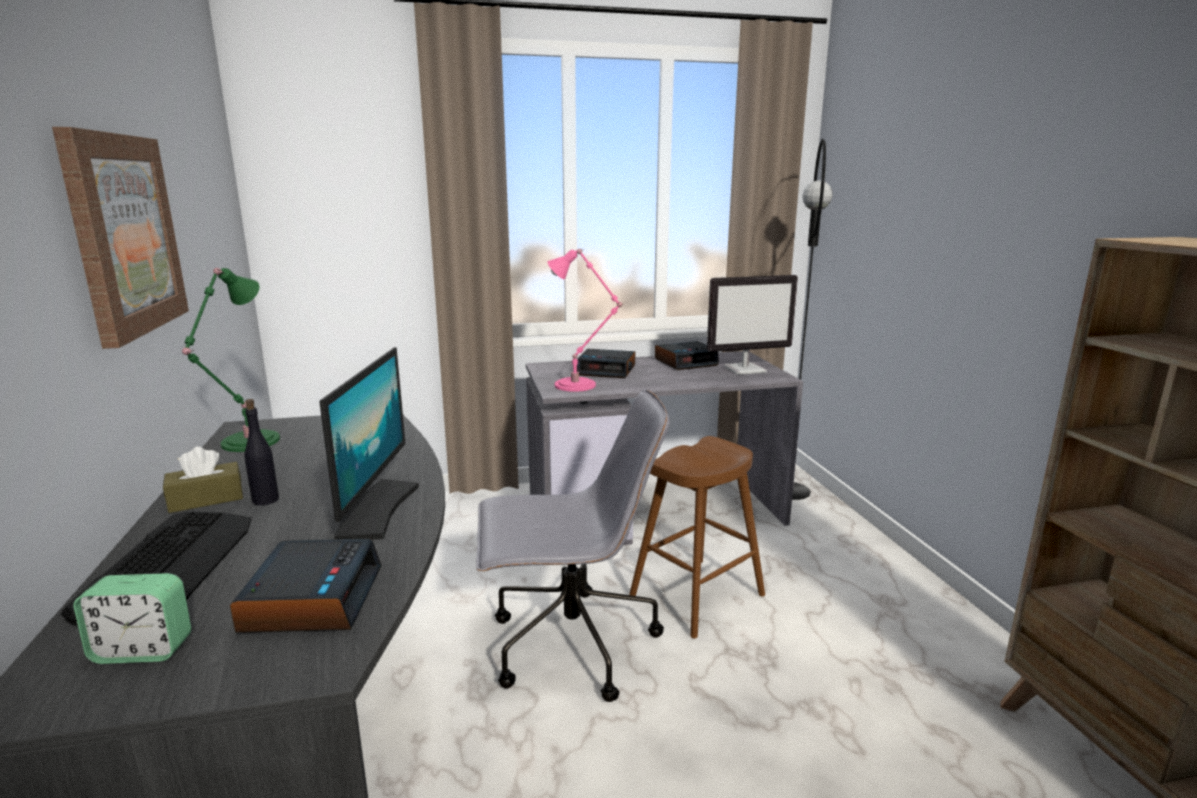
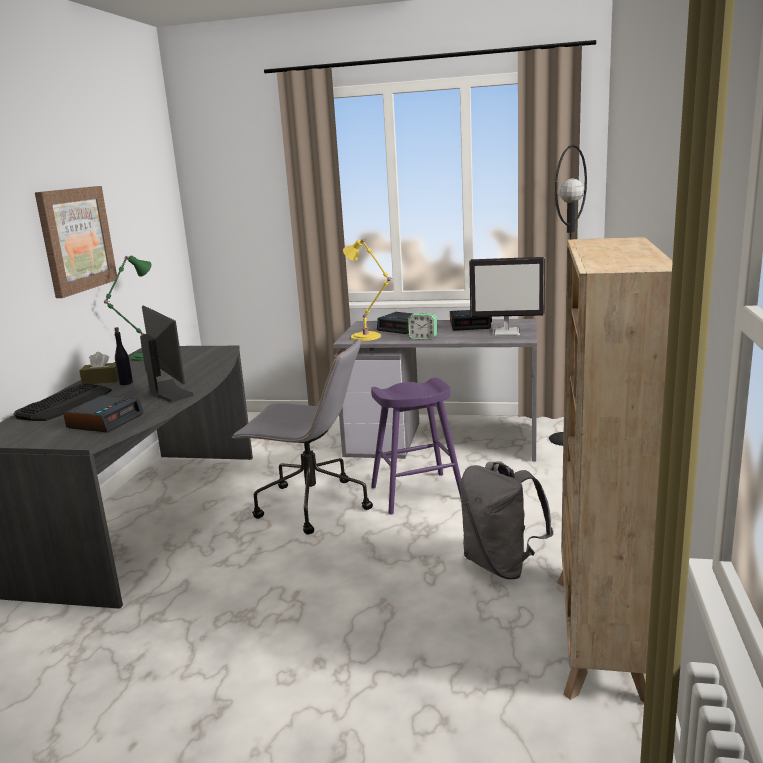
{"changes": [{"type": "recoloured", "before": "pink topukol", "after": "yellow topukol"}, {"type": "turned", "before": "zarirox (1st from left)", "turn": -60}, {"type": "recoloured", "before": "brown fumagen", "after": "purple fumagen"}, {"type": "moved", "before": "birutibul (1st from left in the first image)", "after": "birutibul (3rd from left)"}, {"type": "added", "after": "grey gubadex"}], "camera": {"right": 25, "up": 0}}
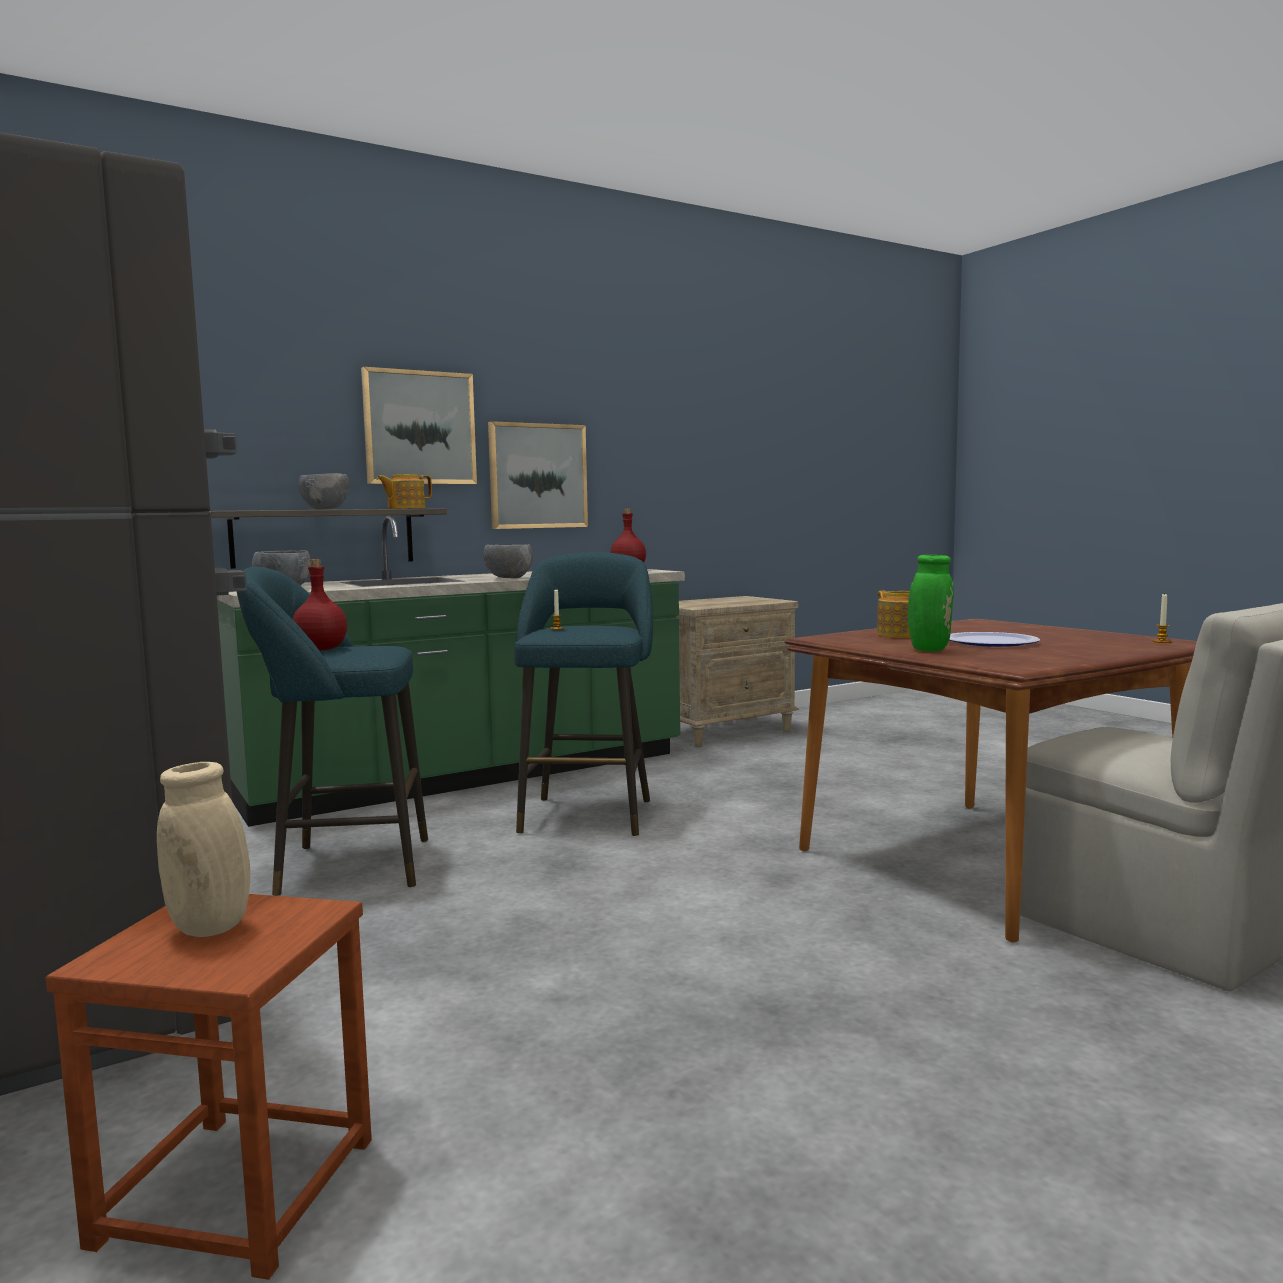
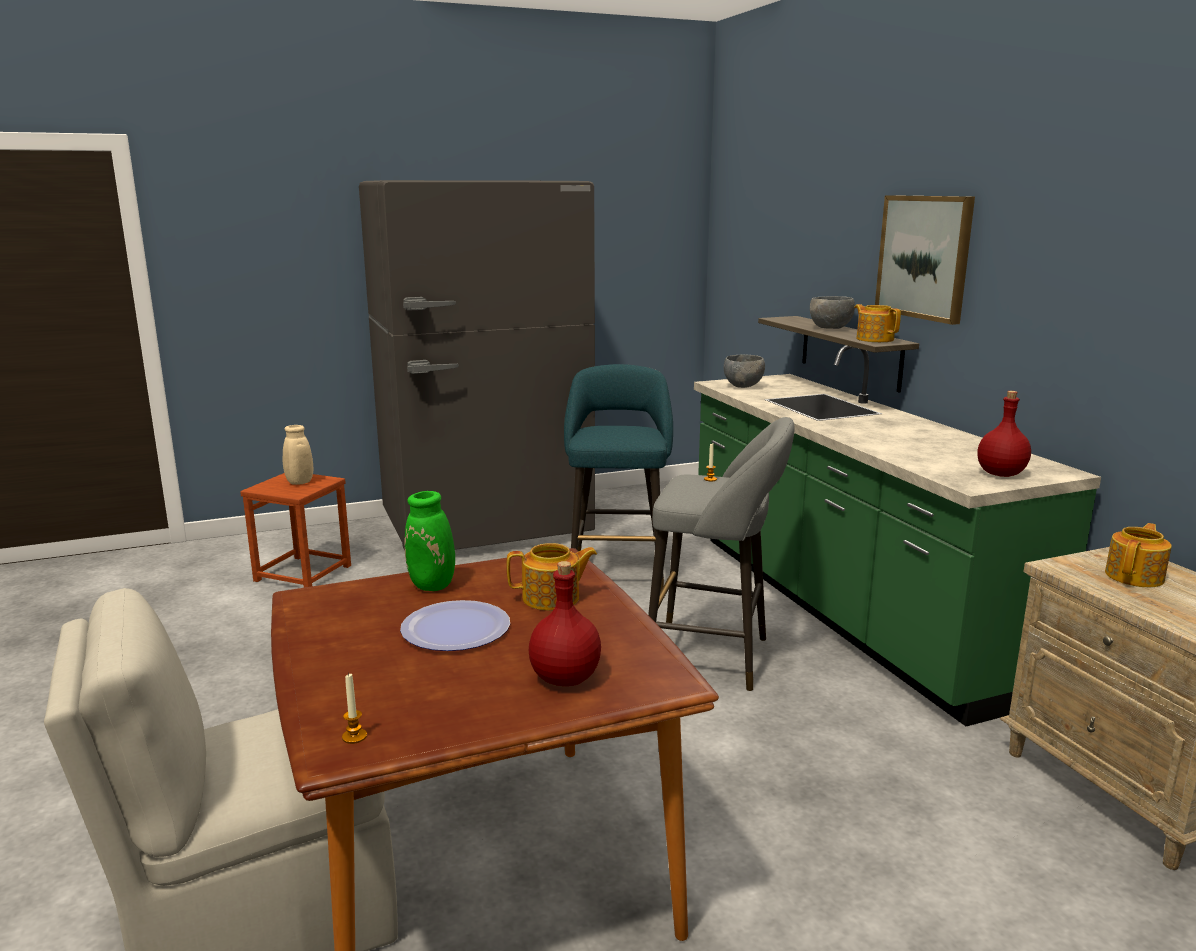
{"changes": [{"type": "removed", "before": "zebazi (2nd from left)"}, {"type": "removed", "before": "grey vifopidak (3rd from left)"}, {"type": "recoloured", "before": "turquoise fumagen (2nd from left)", "after": "grey fumagen"}, {"type": "moved", "before": "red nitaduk (1st from left)"}, {"type": "added", "after": "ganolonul (3rd from left)"}], "camera": {"right": 100, "up": 10}}
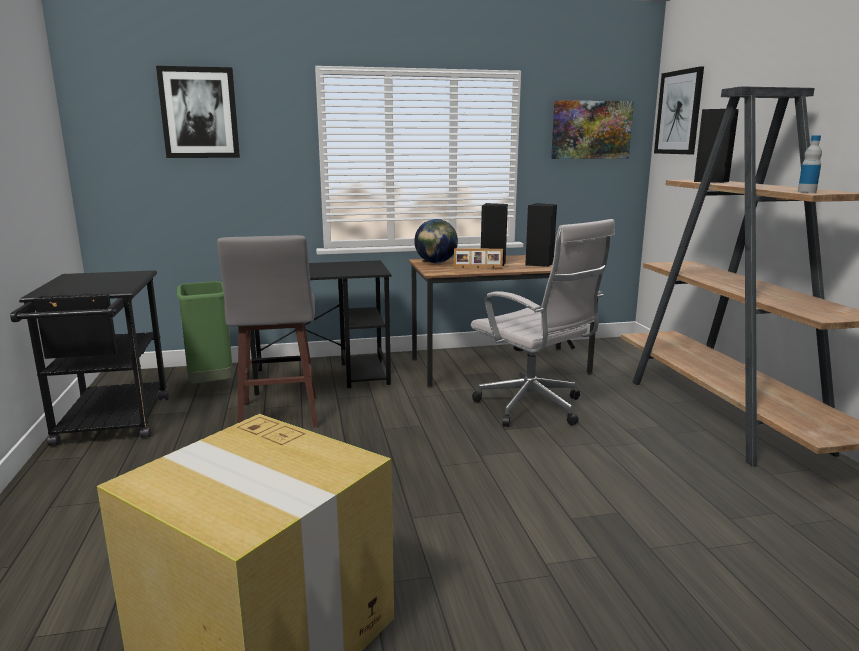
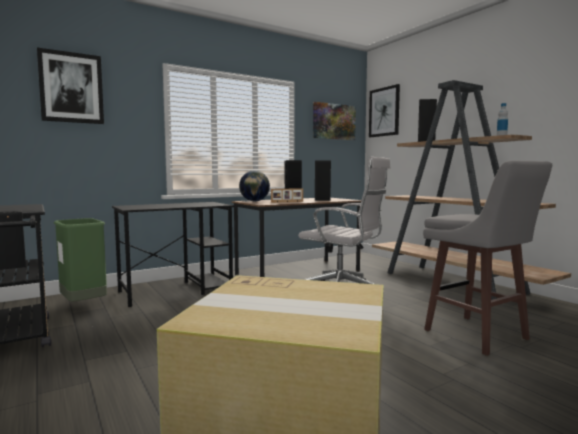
{"changes": [{"type": "moved", "before": "grey fumagen"}], "camera": {"right": -20, "up": -10}}
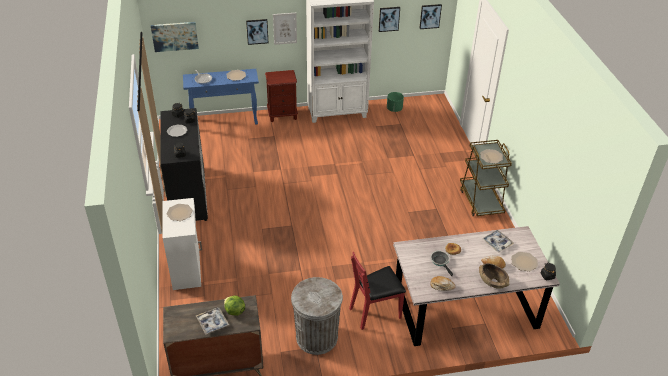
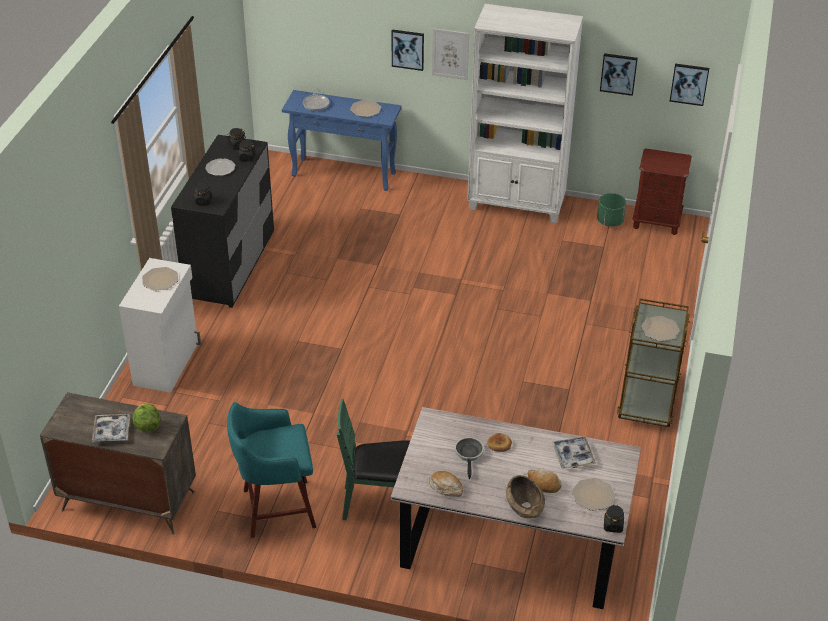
{"changes": [{"type": "removed", "before": "zebazi (1st from left)"}, {"type": "moved", "before": "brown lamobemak"}, {"type": "recoloured", "before": "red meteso", "after": "green meteso"}, {"type": "replaced", "before": "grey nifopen", "after": "turquoise fumagen"}], "camera": {"right": 25, "up": 0}}
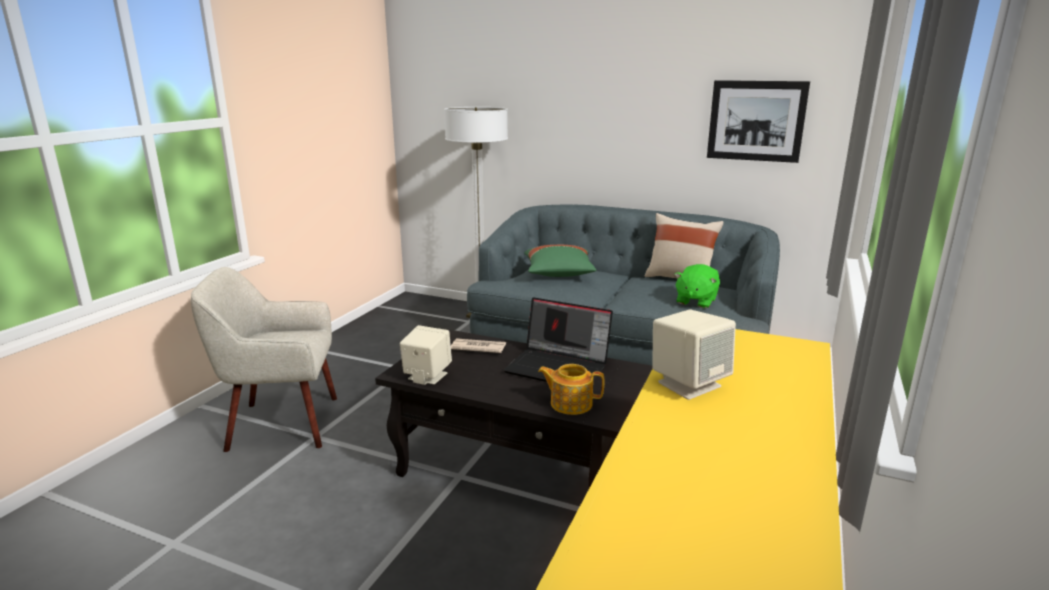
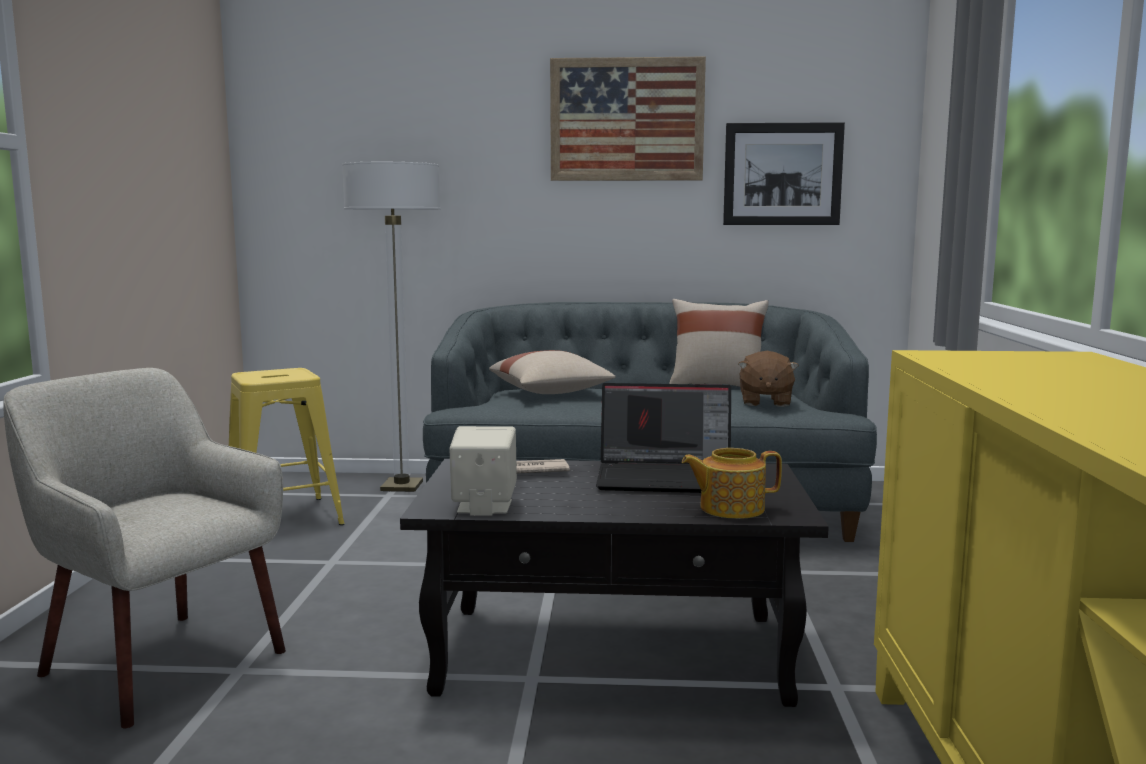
{"changes": [{"type": "recoloured", "before": "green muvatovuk", "after": "beige muvatovuk (1st from left)"}, {"type": "recoloured", "before": "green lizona", "after": "brown lizona"}, {"type": "turned", "before": "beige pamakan", "turn": 60}, {"type": "removed", "before": "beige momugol (2nd from left)"}, {"type": "added", "after": "zebazi (1st from left)"}, {"type": "added", "after": "yellow fumagen"}], "camera": {"right": -20, "up": -10}}
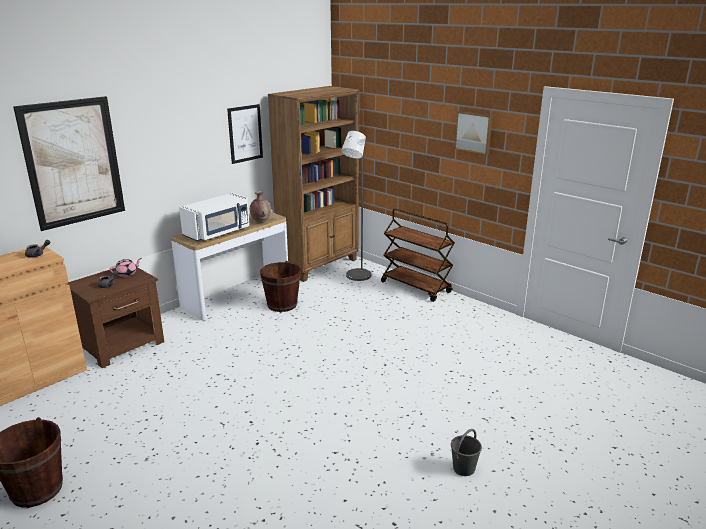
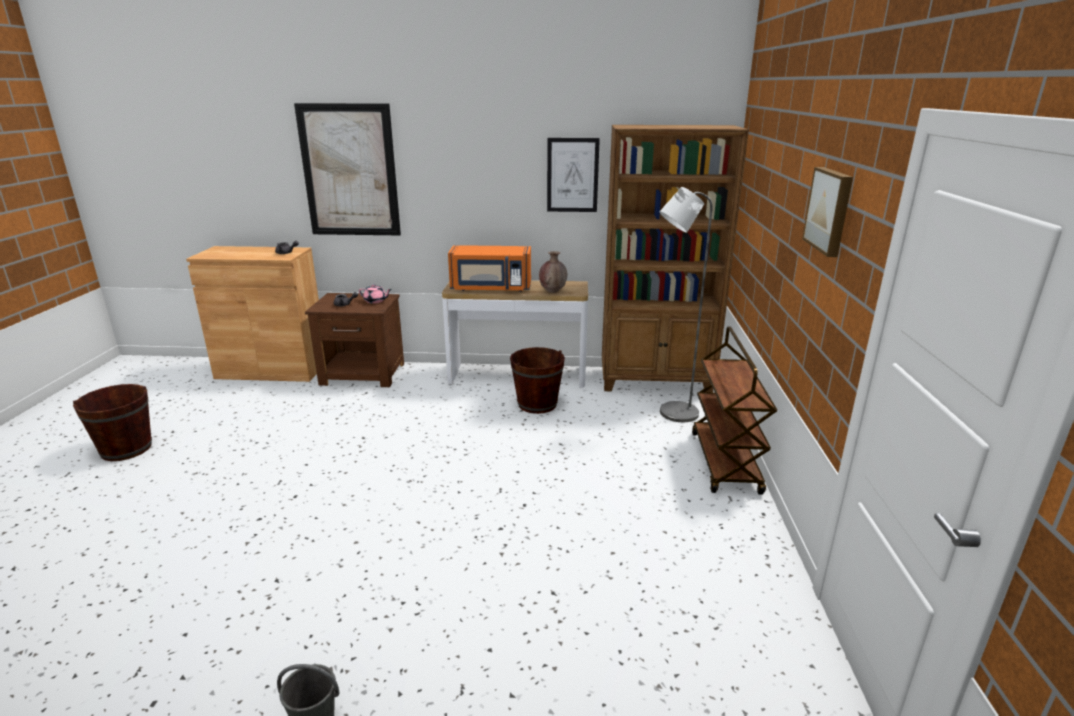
{"changes": [{"type": "recoloured", "before": "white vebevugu", "after": "orange vebevugu"}], "camera": {"right": 50, "up": 0}}
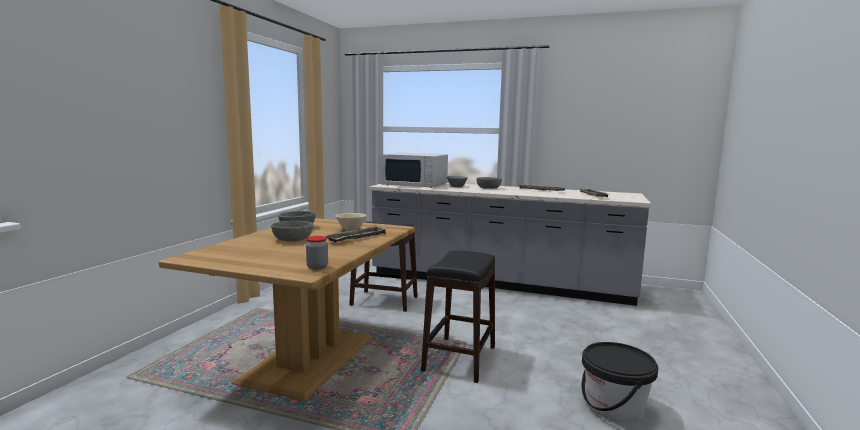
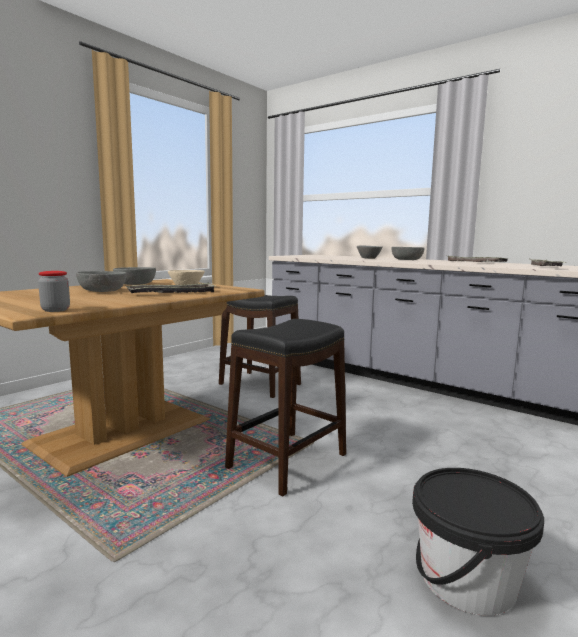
{"changes": [{"type": "removed", "before": "white vebevugu"}], "camera": {"right": 20, "up": 0}}
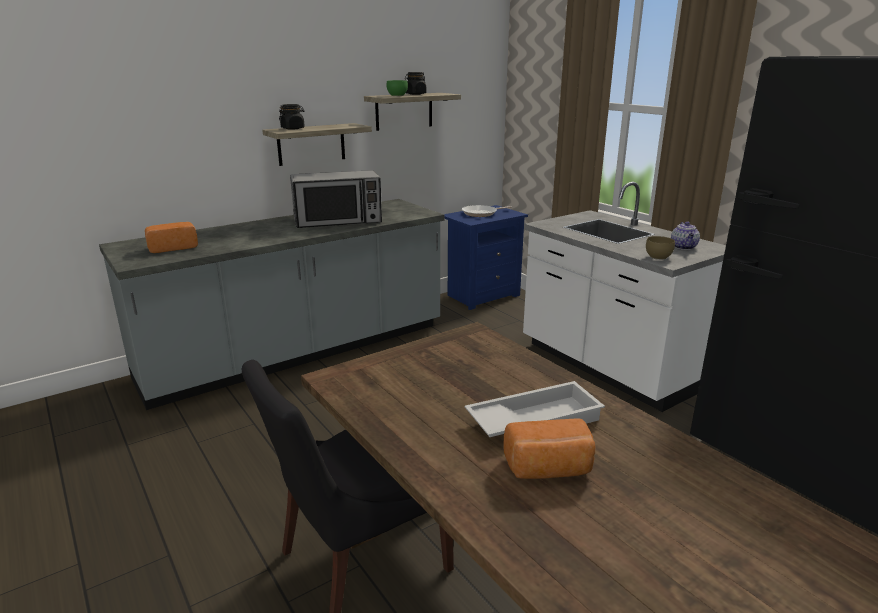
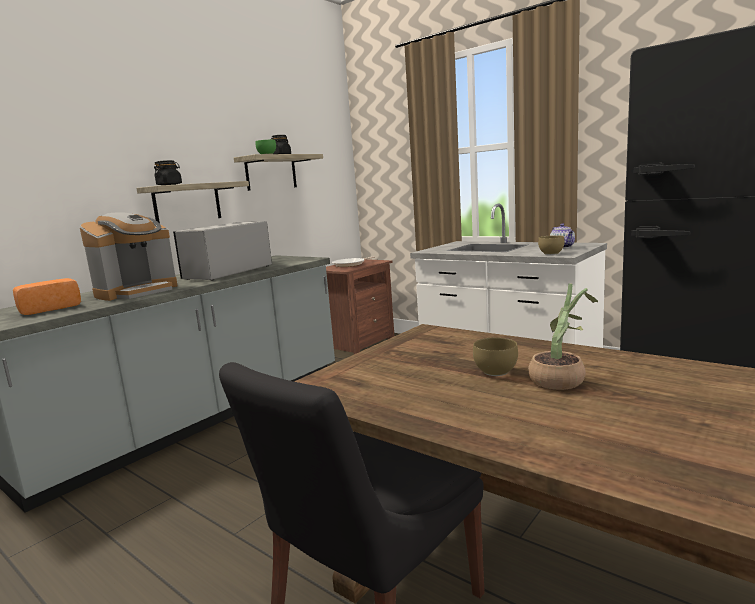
{"changes": [{"type": "turned", "before": "vebevugu", "turn": 150}, {"type": "recoloured", "before": "blue lamobemak", "after": "brown lamobemak"}, {"type": "replaced", "before": "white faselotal", "after": "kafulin"}, {"type": "removed", "before": "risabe (2nd from left)"}, {"type": "added", "after": "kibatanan"}, {"type": "added", "after": "brown vifopidak (1st from left)"}], "camera": {"right": -15, "up": -10}}
